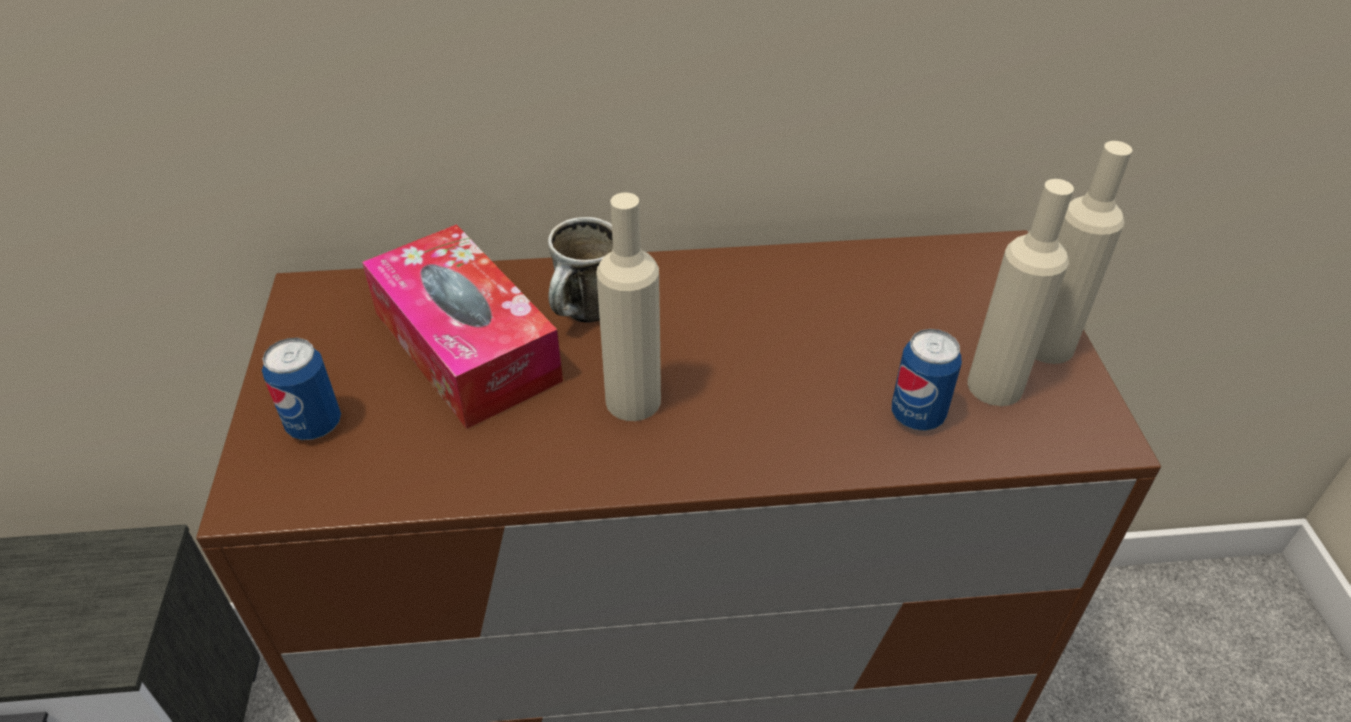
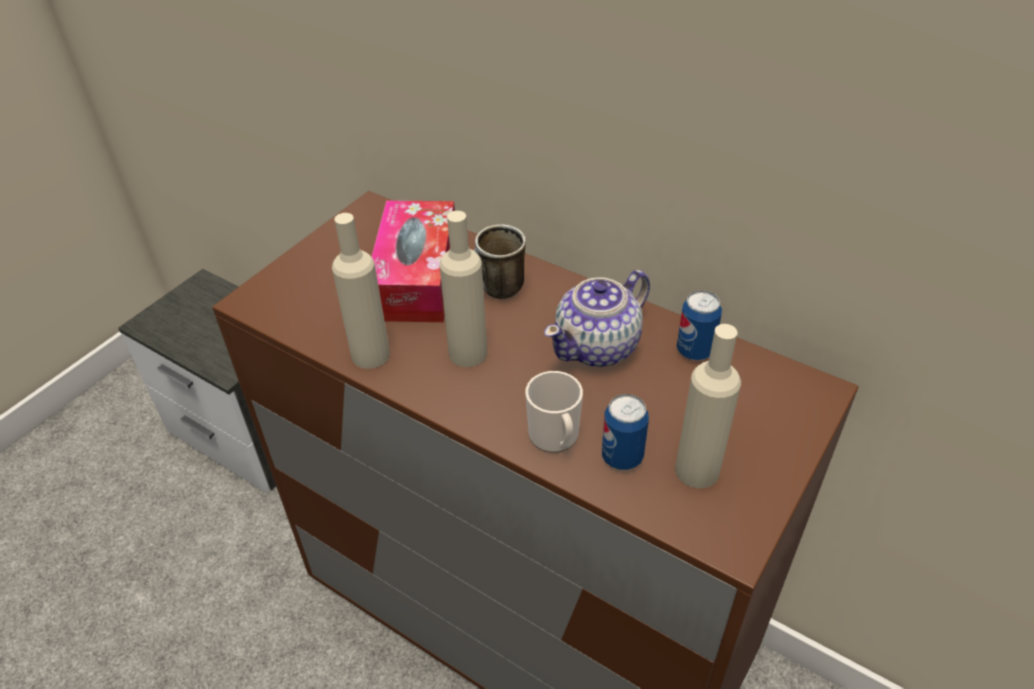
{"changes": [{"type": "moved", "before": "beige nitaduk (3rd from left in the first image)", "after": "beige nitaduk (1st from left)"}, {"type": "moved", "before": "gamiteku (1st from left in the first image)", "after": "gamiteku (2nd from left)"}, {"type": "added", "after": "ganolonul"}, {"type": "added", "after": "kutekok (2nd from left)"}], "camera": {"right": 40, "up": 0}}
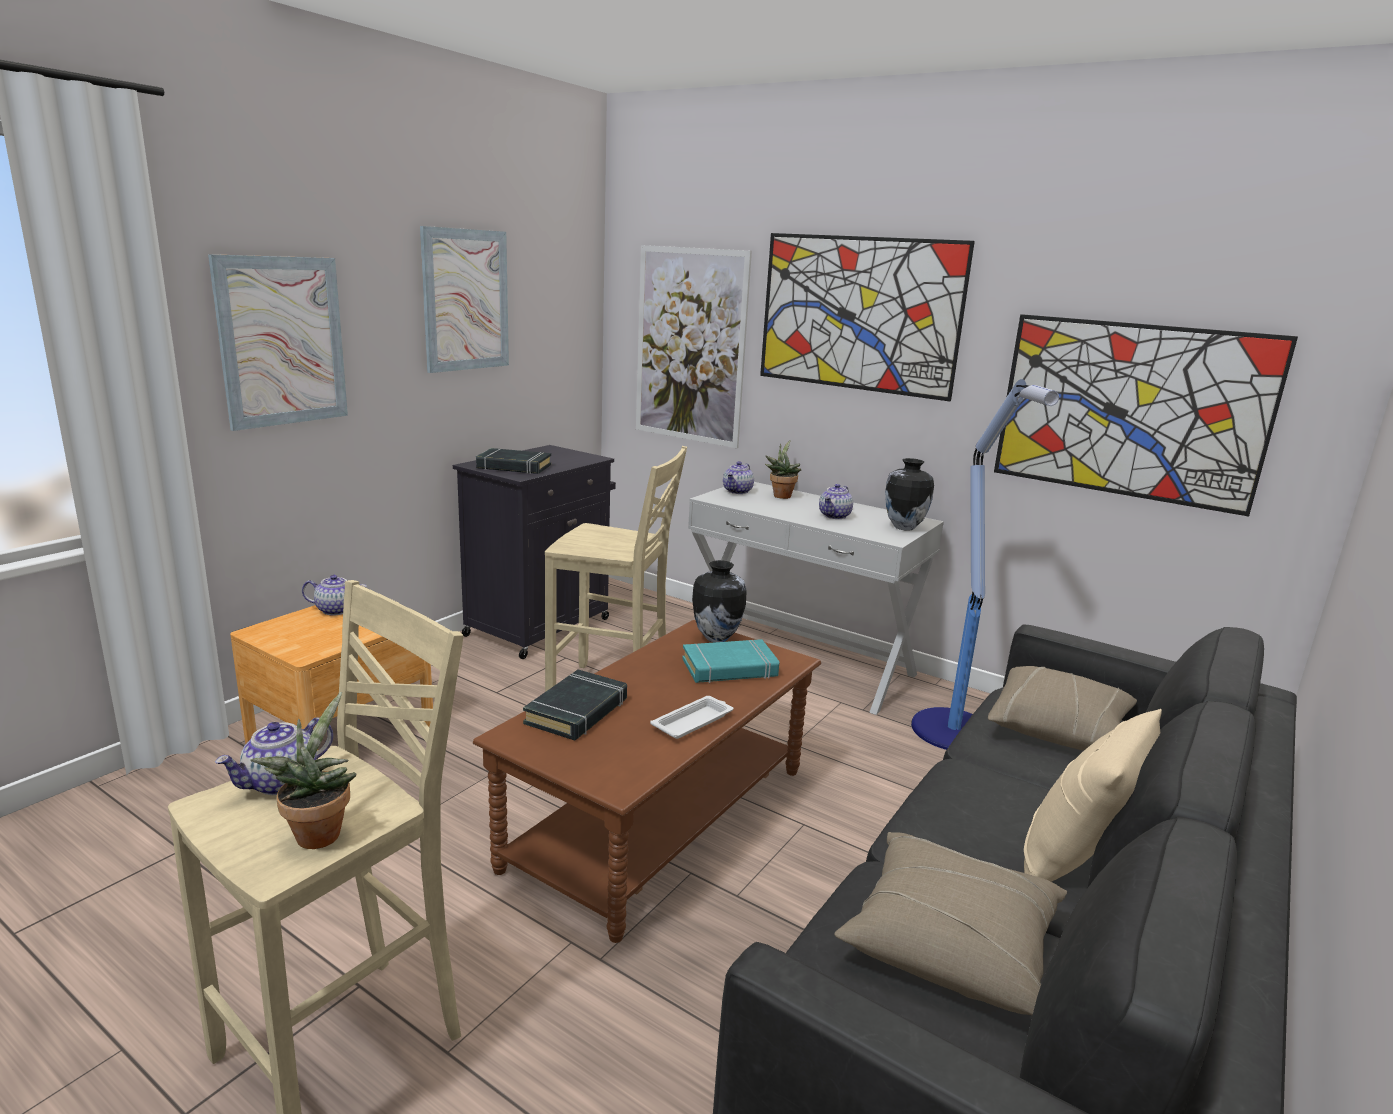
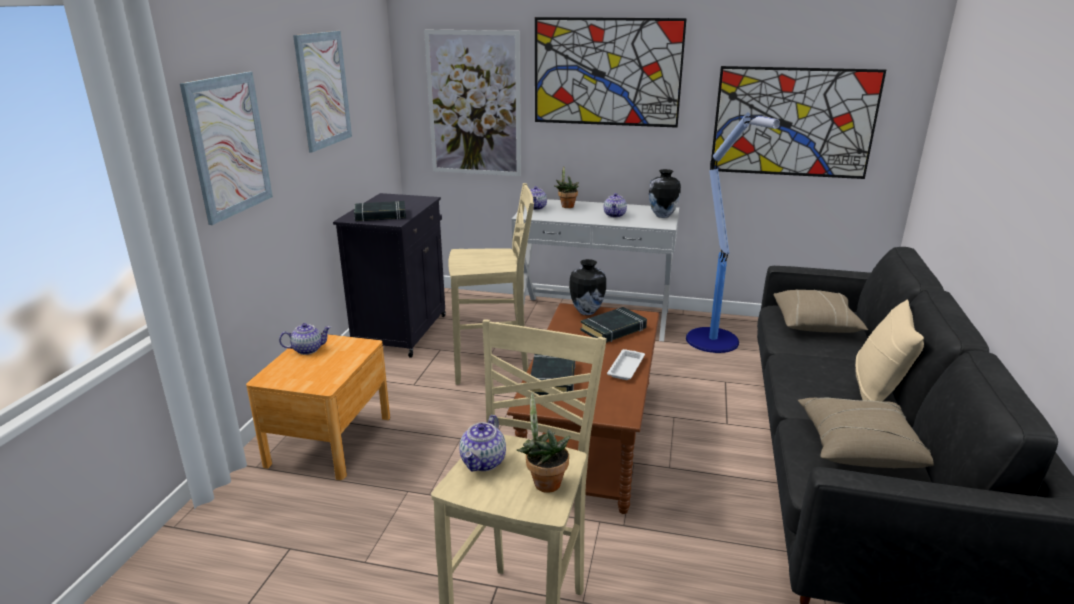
{"changes": [{"type": "recoloured", "before": "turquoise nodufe", "after": "black nodufe (3rd from left)"}], "camera": {"right": -20, "up": 5}}
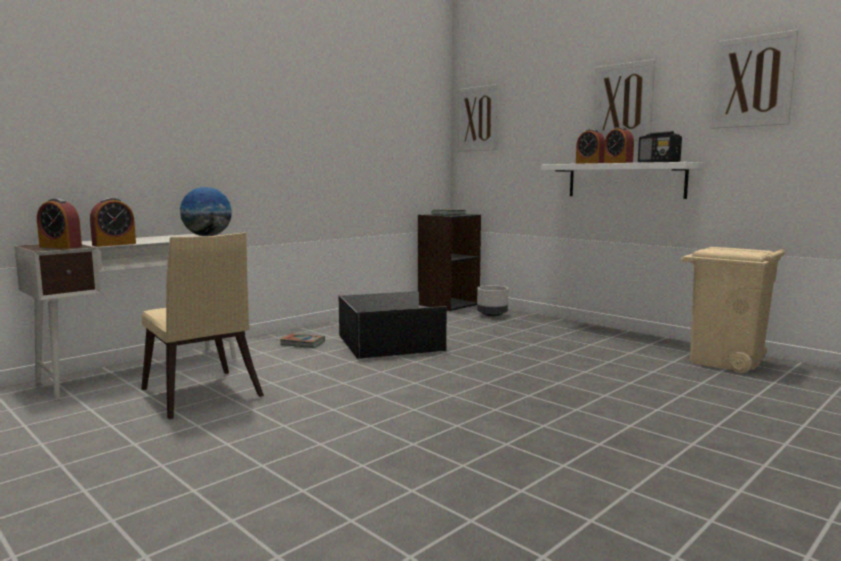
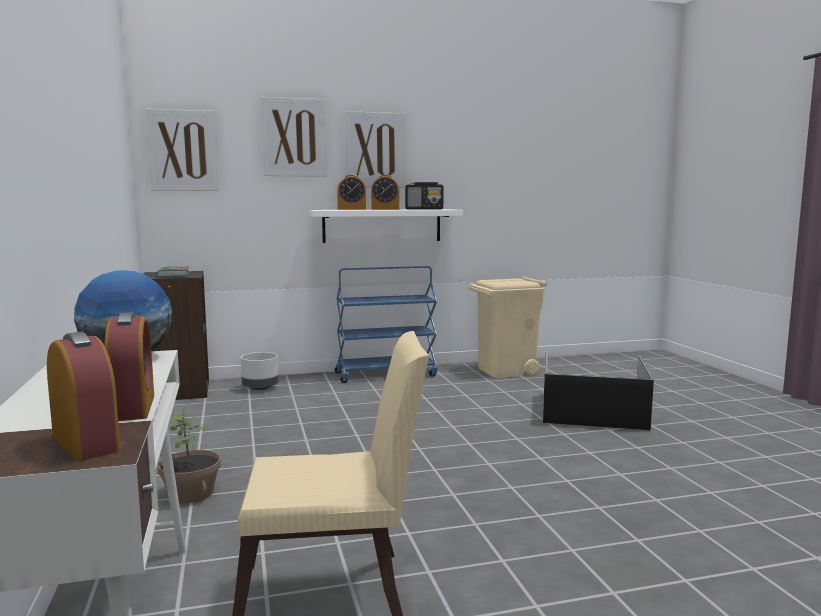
{"changes": [{"type": "moved", "before": "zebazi (3rd from left in the first image)", "after": "zebazi (2nd from left)"}, {"type": "turned", "before": "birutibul (1st from left)", "turn": -90}, {"type": "moved", "before": "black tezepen"}, {"type": "replaced", "before": "nodufe (1st from left)", "after": "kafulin"}, {"type": "added", "after": "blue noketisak"}], "camera": {"right": -60, "up": 0}}
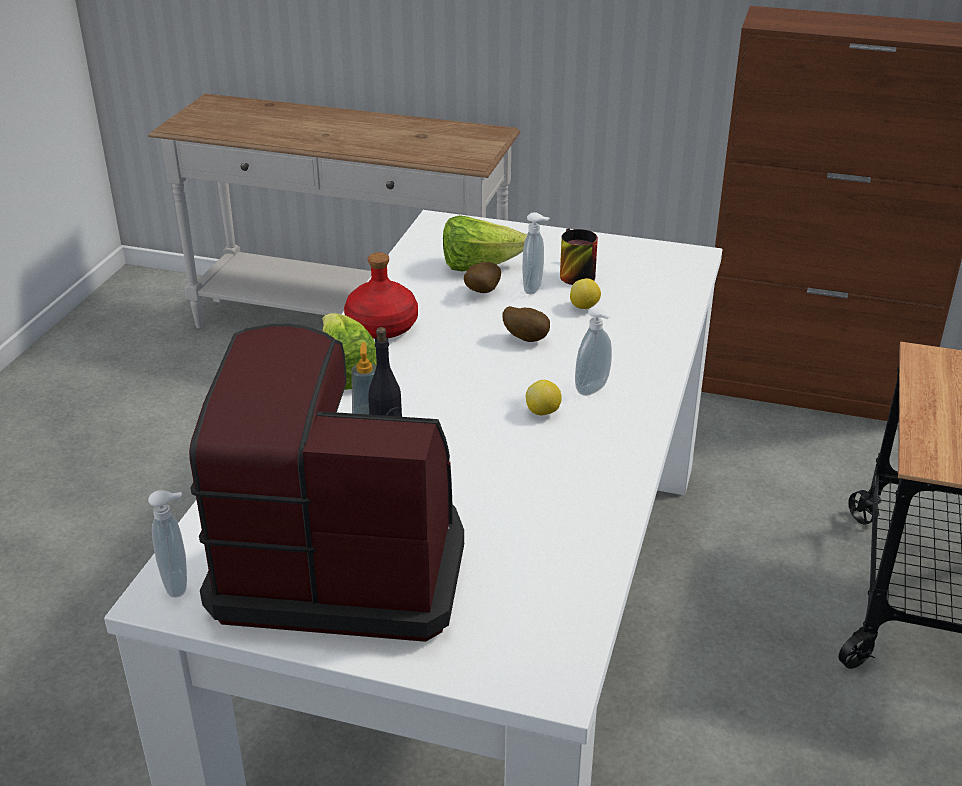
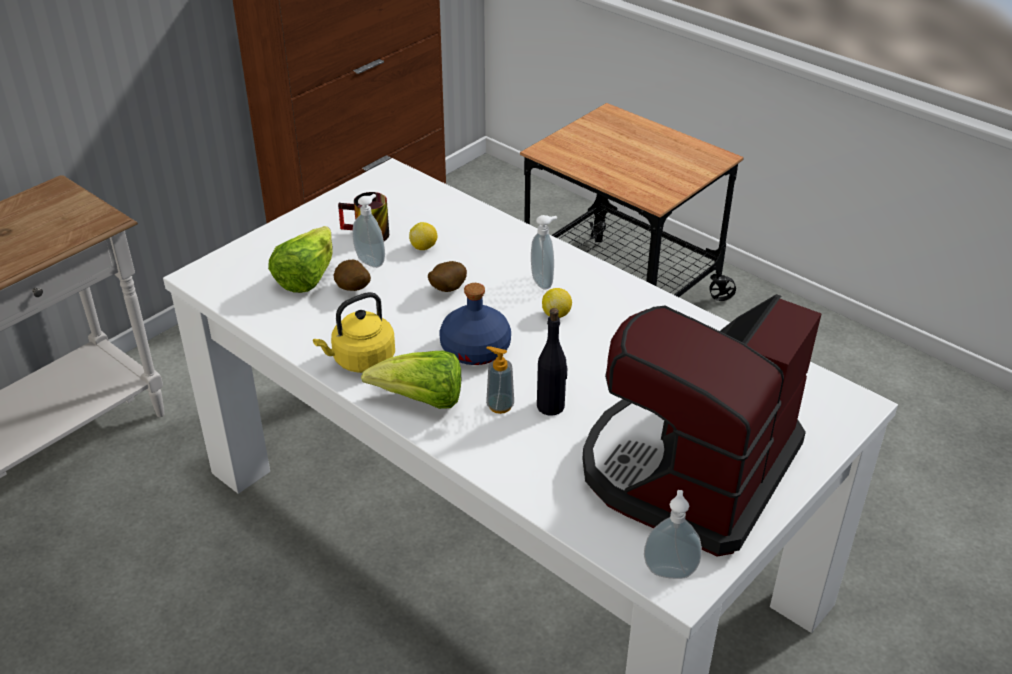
{"changes": [{"type": "replaced", "before": "red nitaduk", "after": "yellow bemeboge"}, {"type": "added", "after": "blue nitaduk"}], "camera": {"right": -65, "up": 5}}
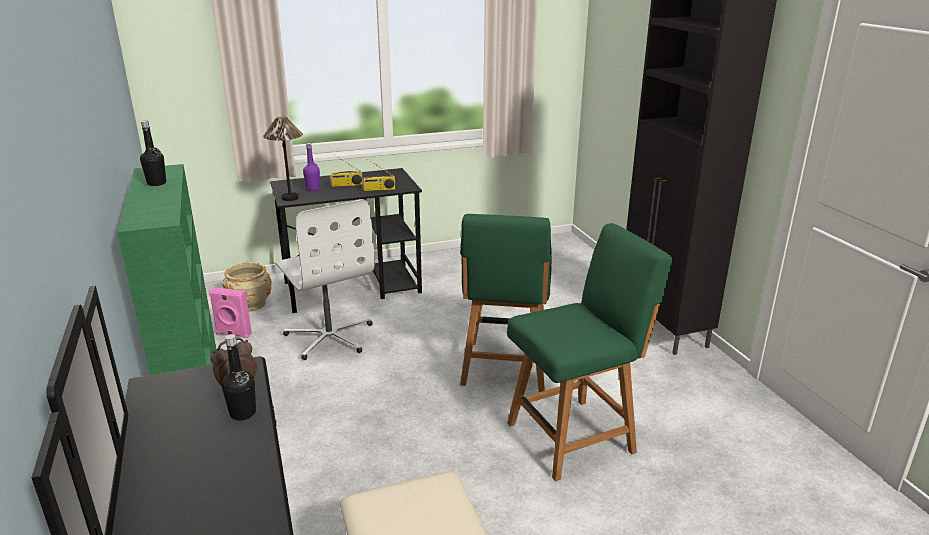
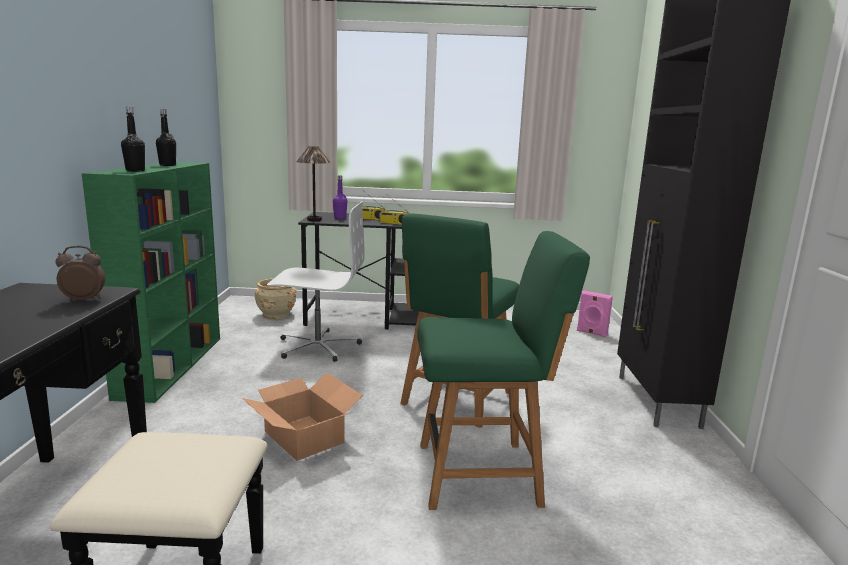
{"changes": [{"type": "turned", "before": "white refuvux", "turn": -75}, {"type": "moved", "before": "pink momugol"}, {"type": "moved", "before": "black nitaduk (2nd from left in the first image)", "after": "black nitaduk (1st from left)"}, {"type": "added", "after": "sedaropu"}], "camera": {"right": 20, "up": -10}}
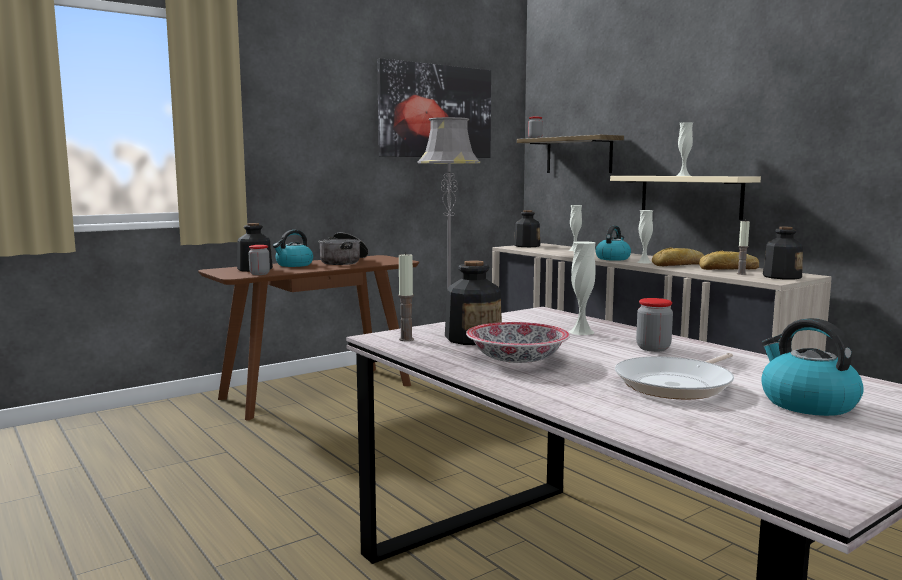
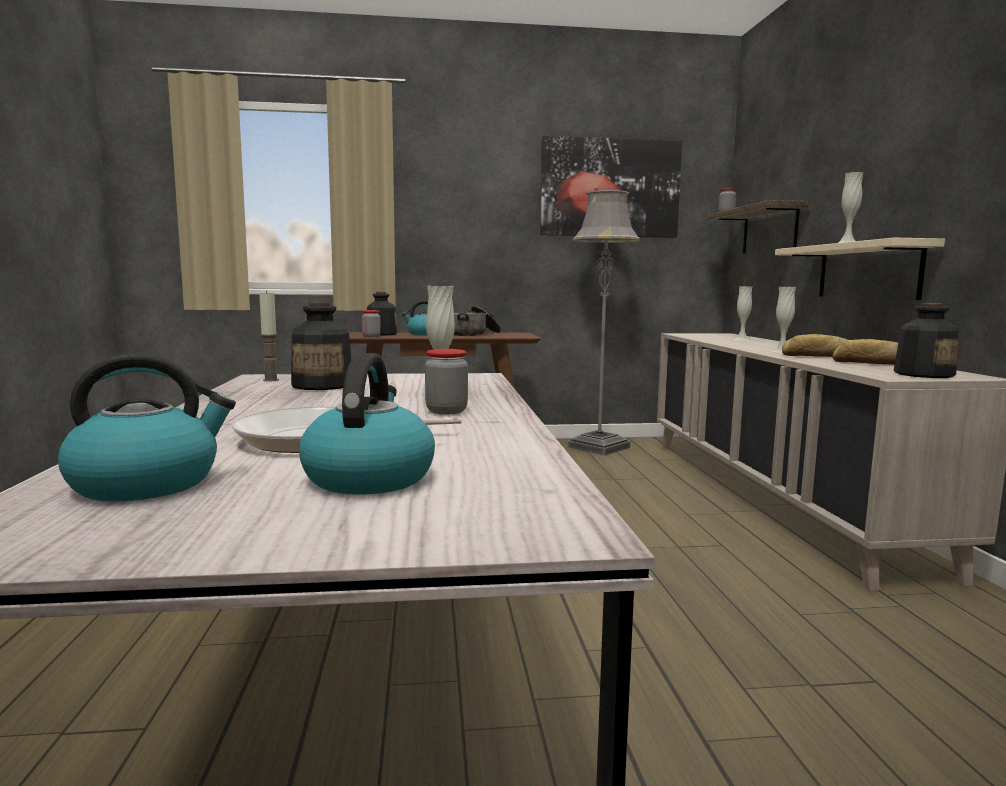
{"changes": [{"type": "removed", "before": "nitaduk (3rd from left)"}, {"type": "removed", "before": "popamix (2nd from left)"}, {"type": "moved", "before": "bemeboge (2nd from left in the first image)", "after": "bemeboge (1st from left)"}, {"type": "removed", "before": "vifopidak"}], "camera": {"right": 30, "up": 0}}
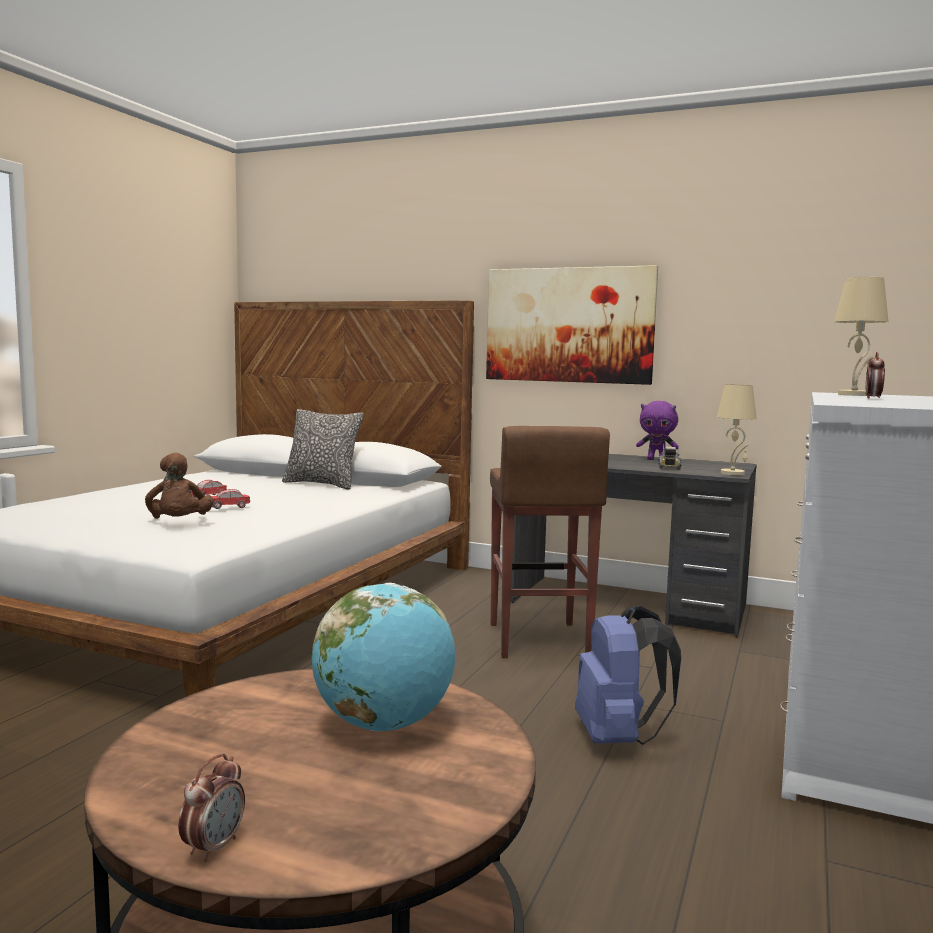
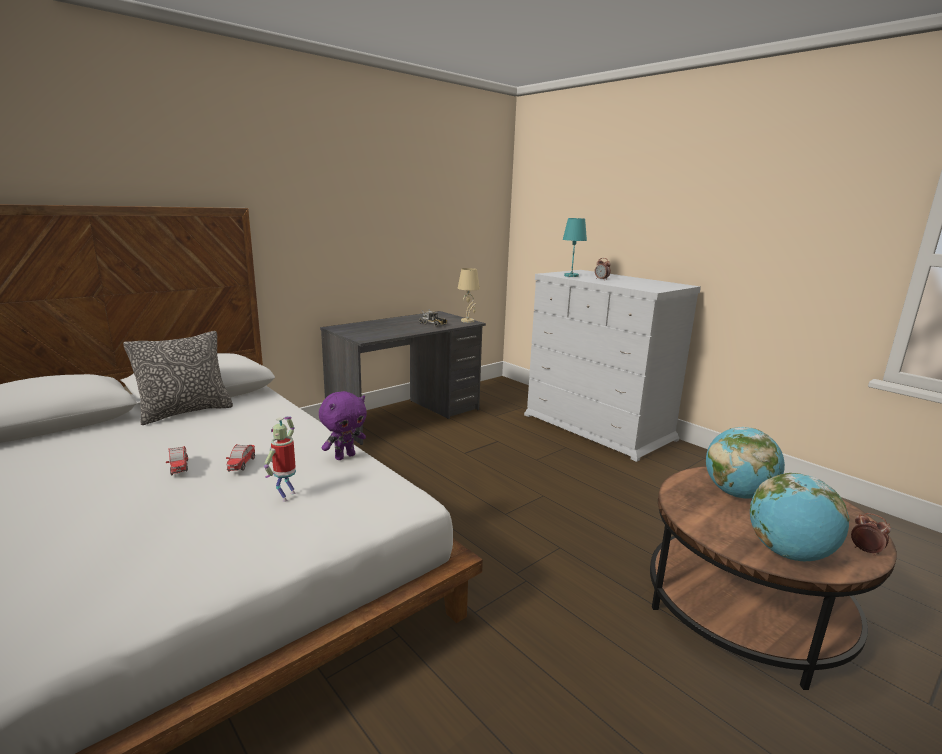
{"changes": [{"type": "removed", "before": "zebazi"}, {"type": "recoloured", "before": "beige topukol (2nd from left)", "after": "turquoise topukol"}, {"type": "moved", "before": "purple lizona"}, {"type": "removed", "before": "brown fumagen"}, {"type": "replaced", "before": "brown lizona", "after": "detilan"}, {"type": "removed", "before": "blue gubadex"}, {"type": "added", "after": "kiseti (2nd from left)"}], "camera": {"right": -65, "up": 10}}
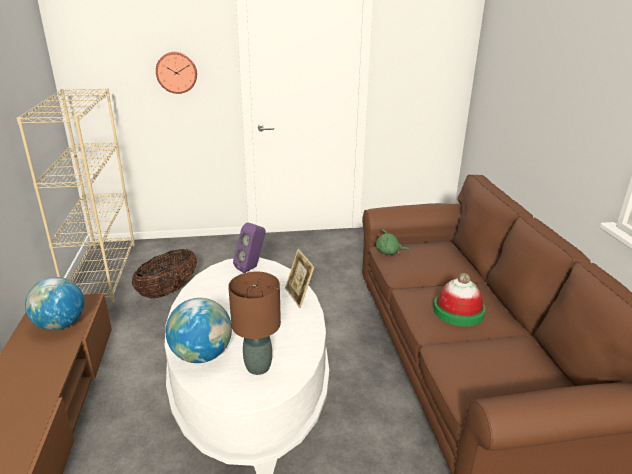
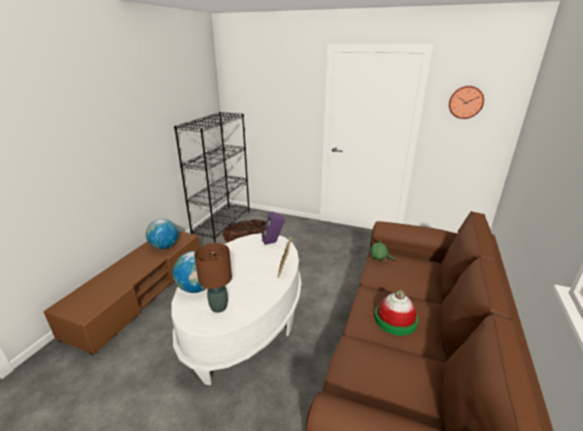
{"changes": [{"type": "moved", "before": "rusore"}, {"type": "recoloured", "before": "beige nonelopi", "after": "black nonelopi"}], "camera": {"right": 30, "up": 0}}
